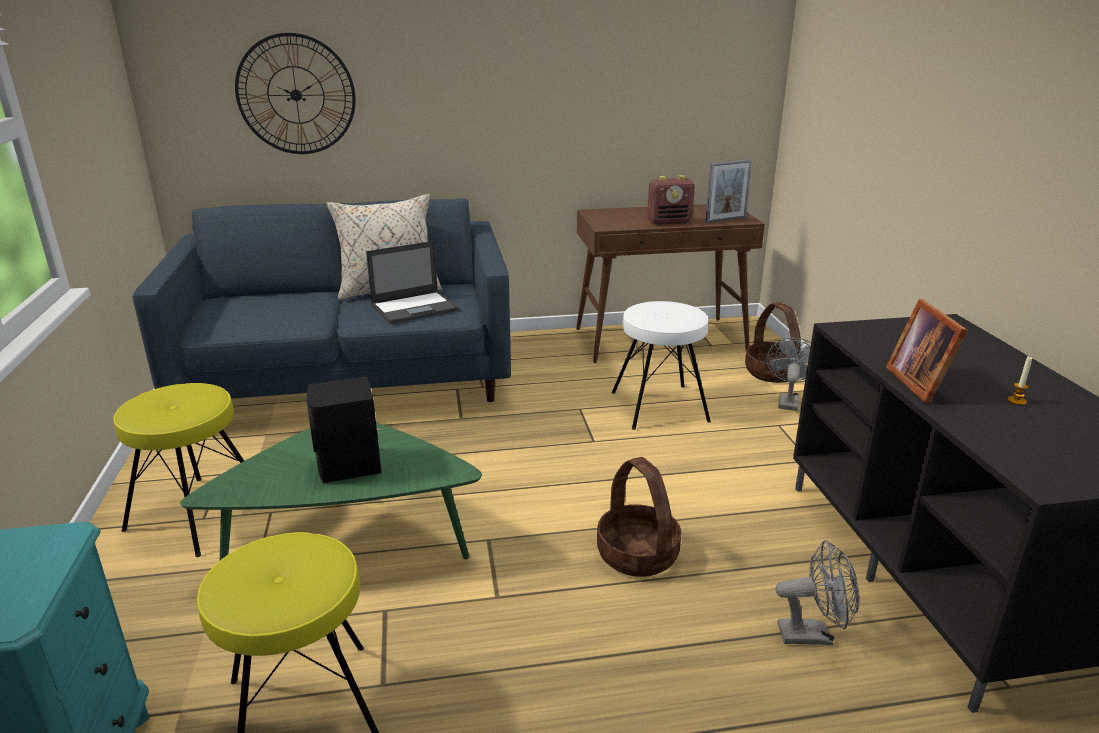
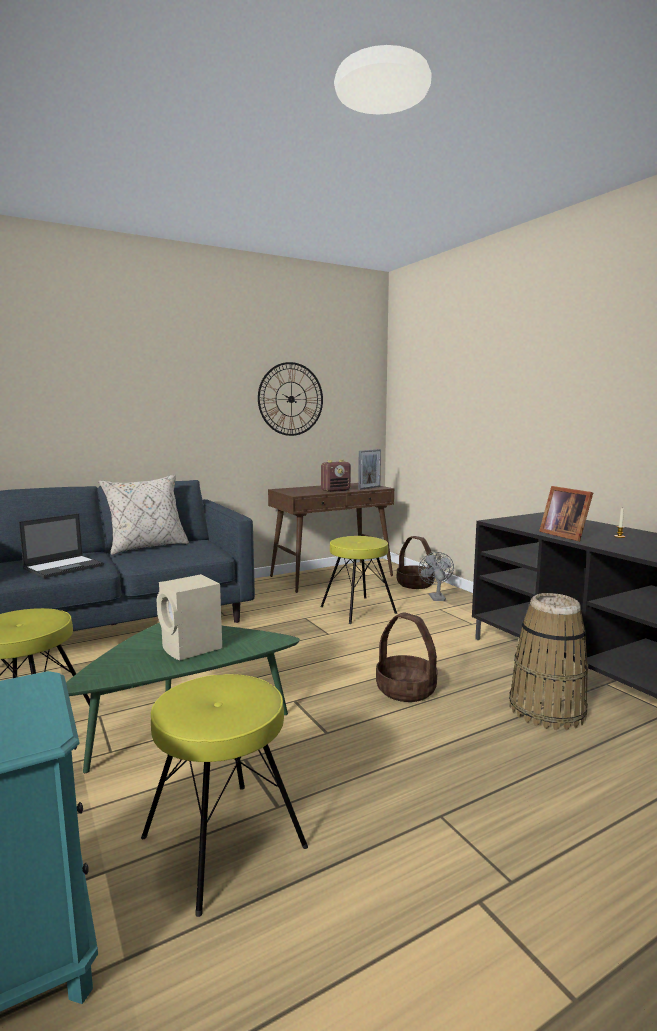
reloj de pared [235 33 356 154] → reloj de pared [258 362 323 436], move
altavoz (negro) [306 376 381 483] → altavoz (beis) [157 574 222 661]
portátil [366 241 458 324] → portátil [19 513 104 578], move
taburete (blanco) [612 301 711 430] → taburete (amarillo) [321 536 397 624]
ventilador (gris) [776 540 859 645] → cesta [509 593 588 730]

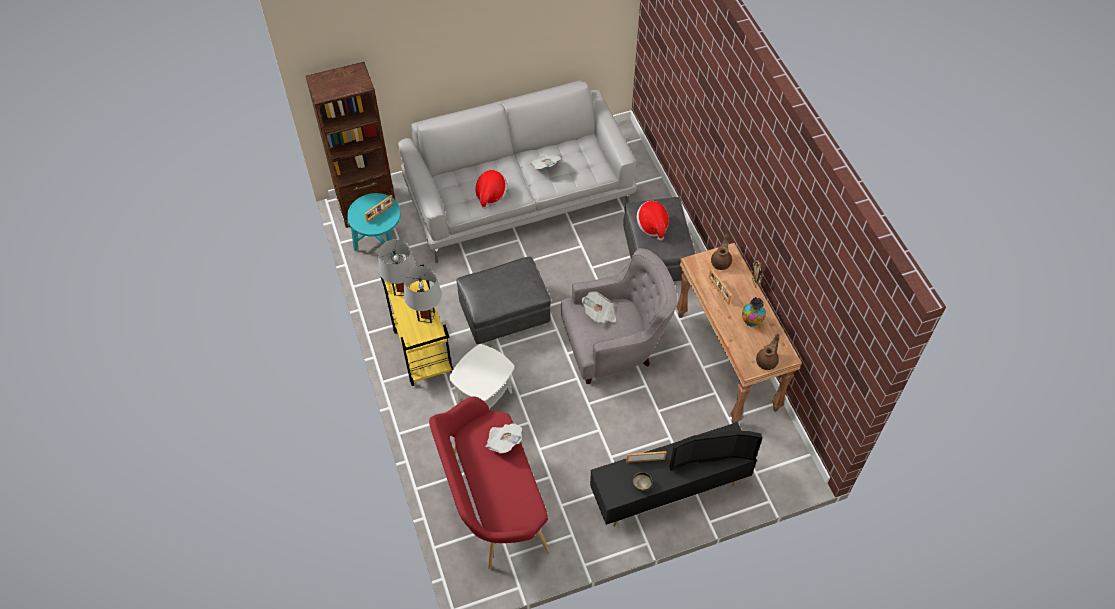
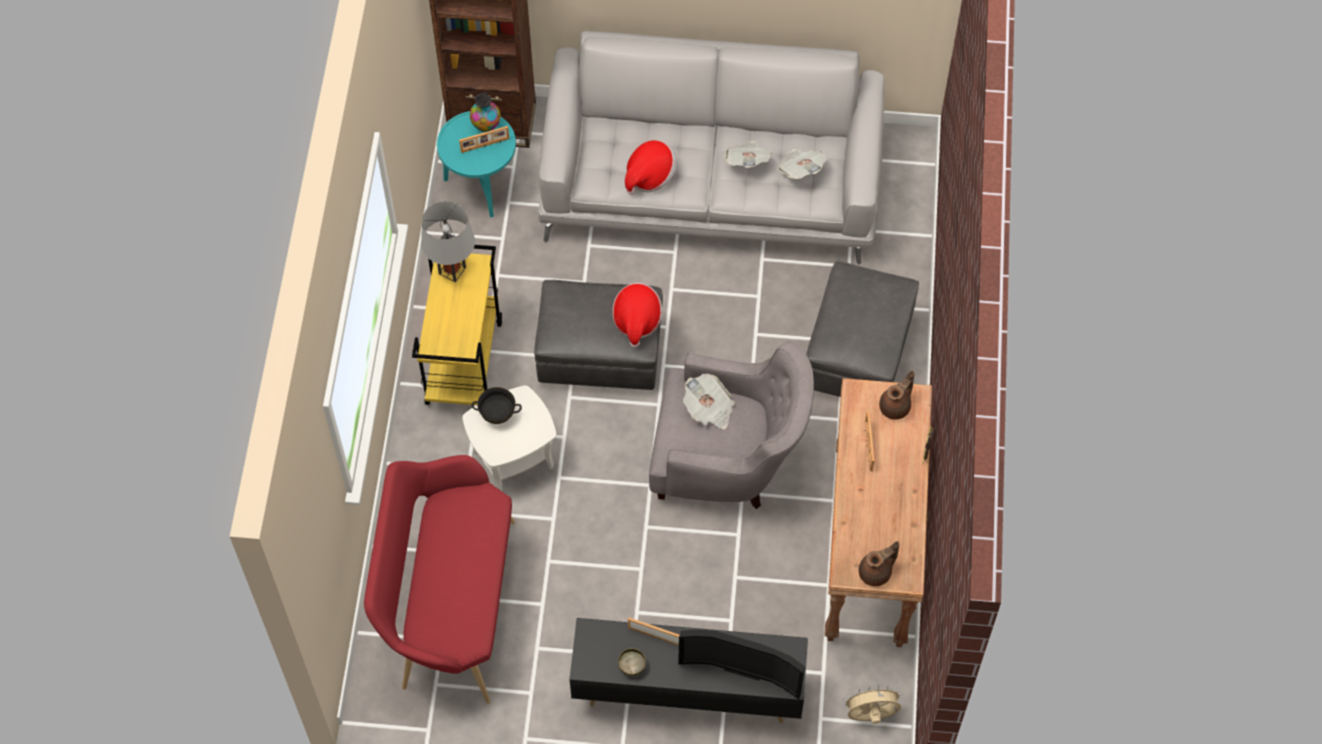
lámpara de mesa (gris) [404 266 442 323] → -
periódico [486 423 522 453] → periódico [776 148 828 179], move
sombrero [637 201 669 241] → sombrero [612 283 662 347], move
florero [742 297 766 327] → florero [470 92 501 132], move
- → cuenco (negro) [472 387 522 424]
- → ventilador (beis) [842 685 903 724]

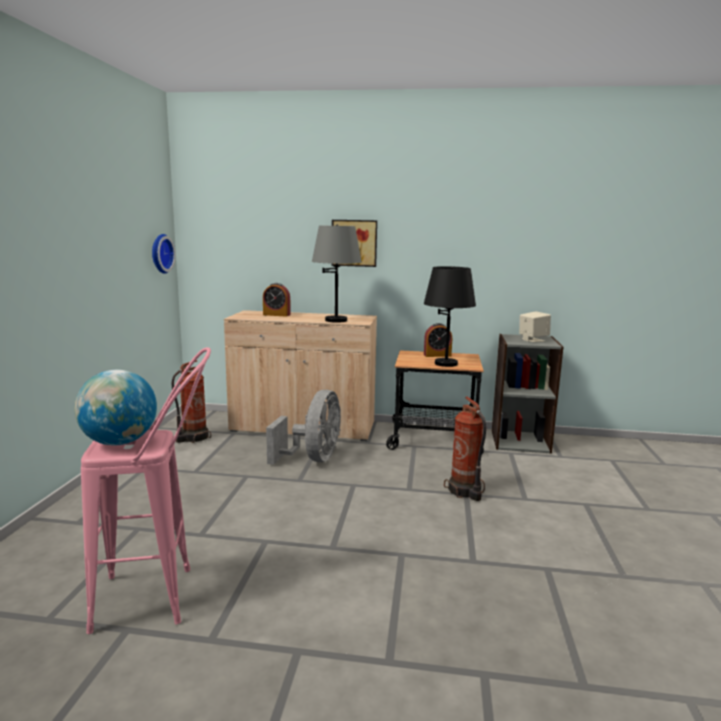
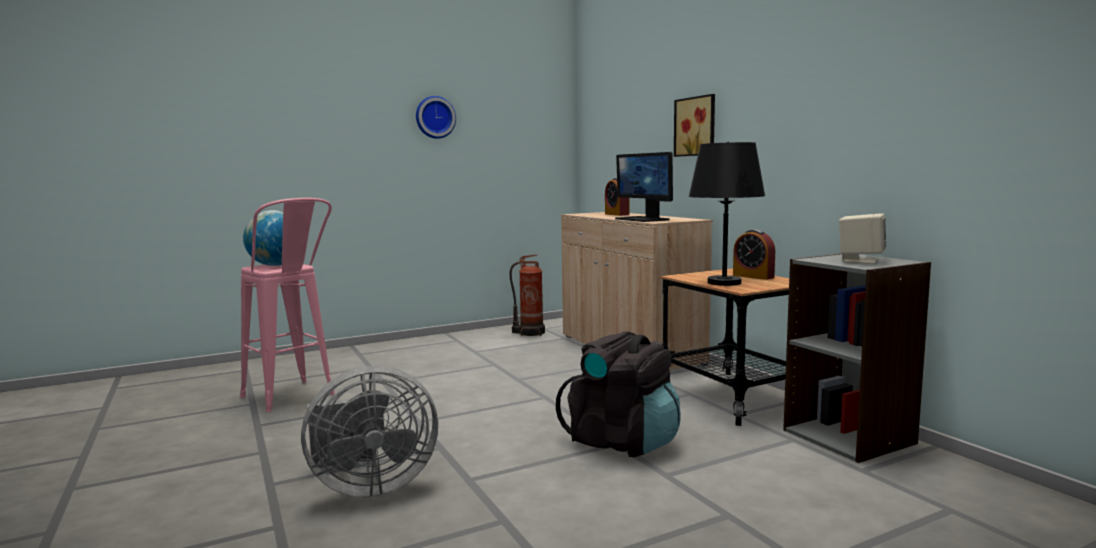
reloj de pared [152 234 176 274] → reloj de pared [416 96 456 139], move
ventilador (gris) [266 390 341 465] → ventilador (gris) [301 366 438 498], move
lámpara de mesa (gris) [312 224 362 323] → monitor [615 152 673 222]
extintor [444 396 486 501] → mochila (negro) [556 331 681 457]

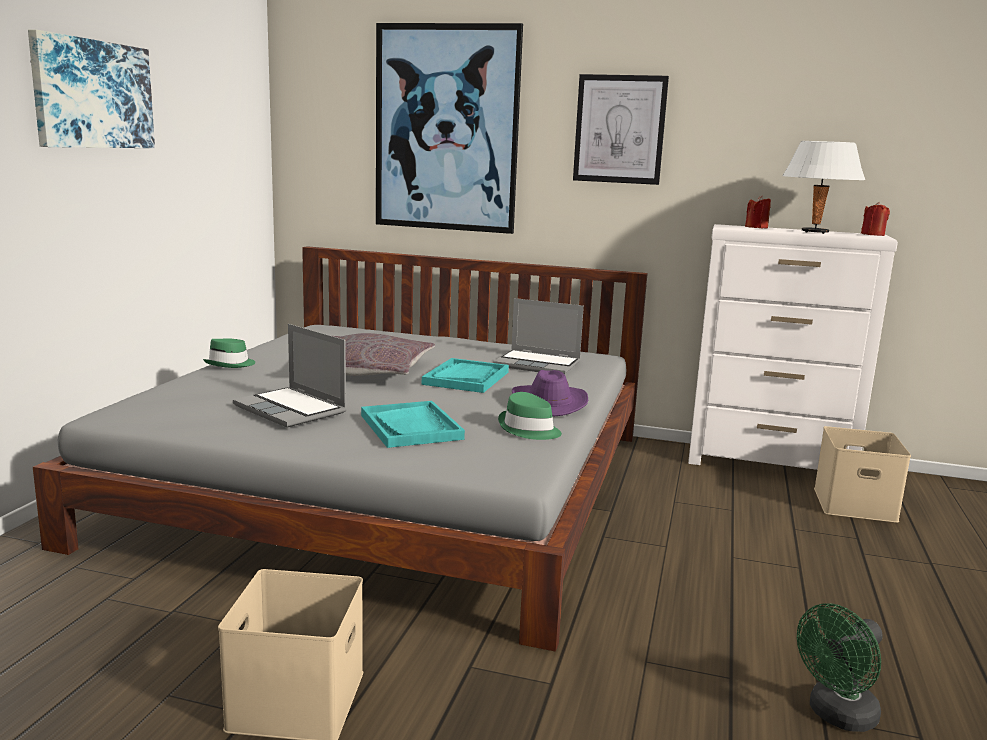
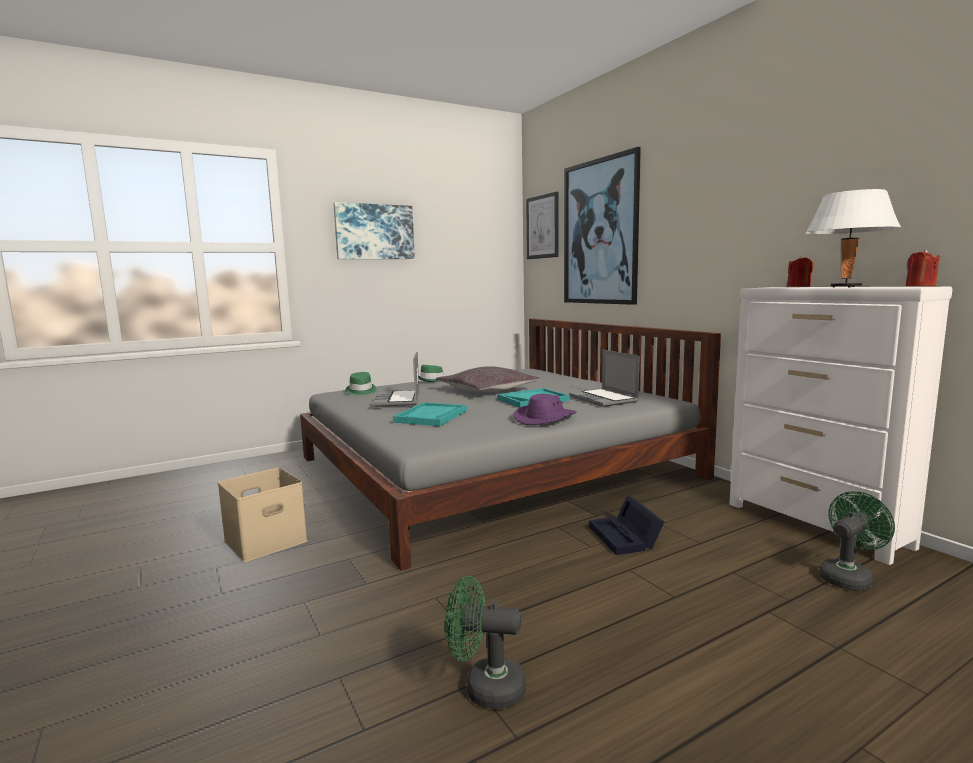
sombrero (verde) [498 392 562 440] → sombrero (verde) [346 372 377 395], move
cuadro [573 74 669 185] → cuadro [526 192 559 259], move
caja de almacenaje (beis) [814 426 911 523] → ventilador (verde) [819 491 895 591]
- → caja de almacenaje (negro) [589 495 664 555]

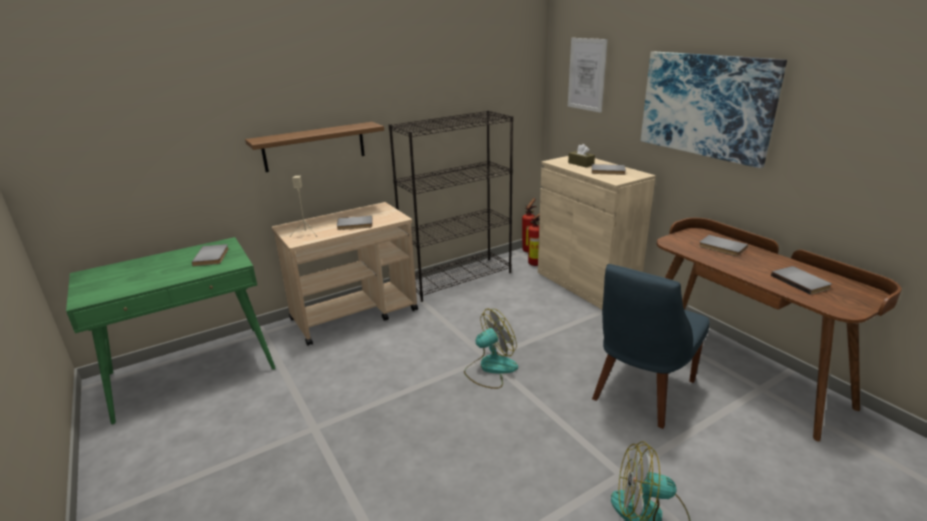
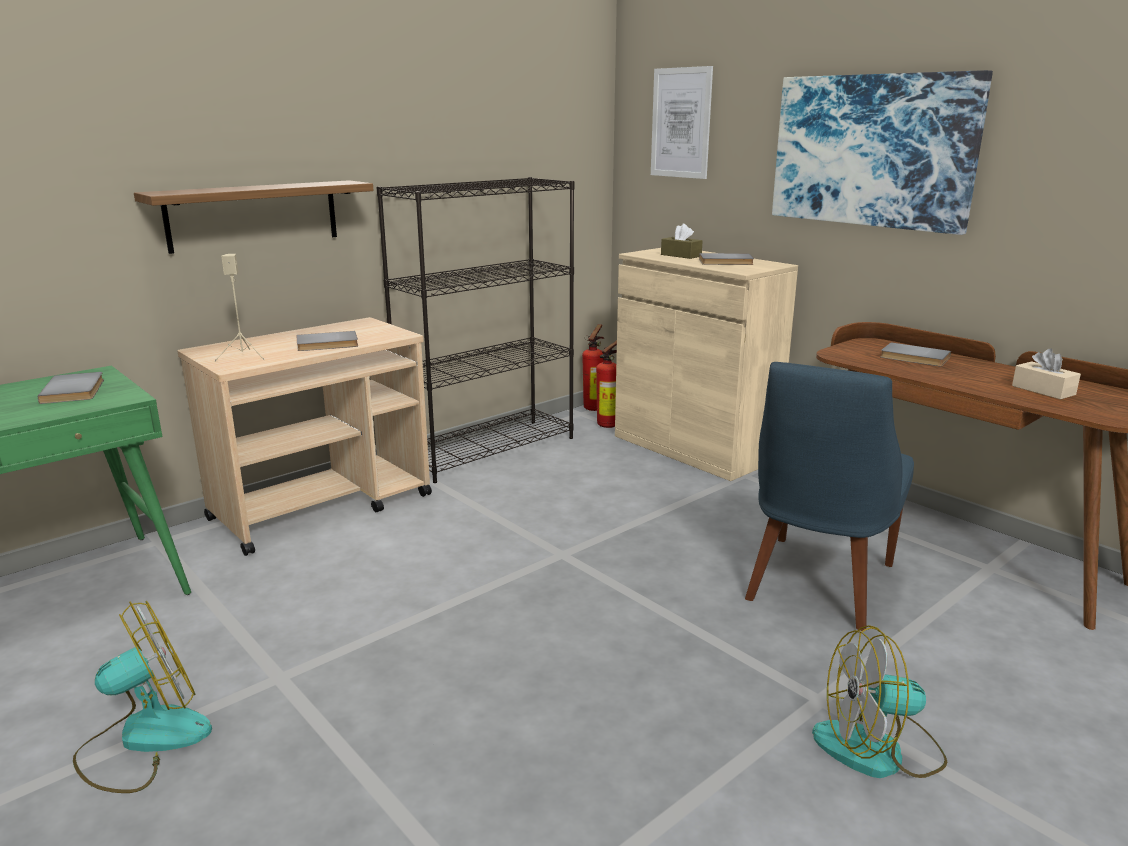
ventilador [464 309 518 389] → ventilador [73 601 212 793], move
libro (gris) [771 266 832 295] → caja de pañuelos (beis) [1012 349 1081 399]

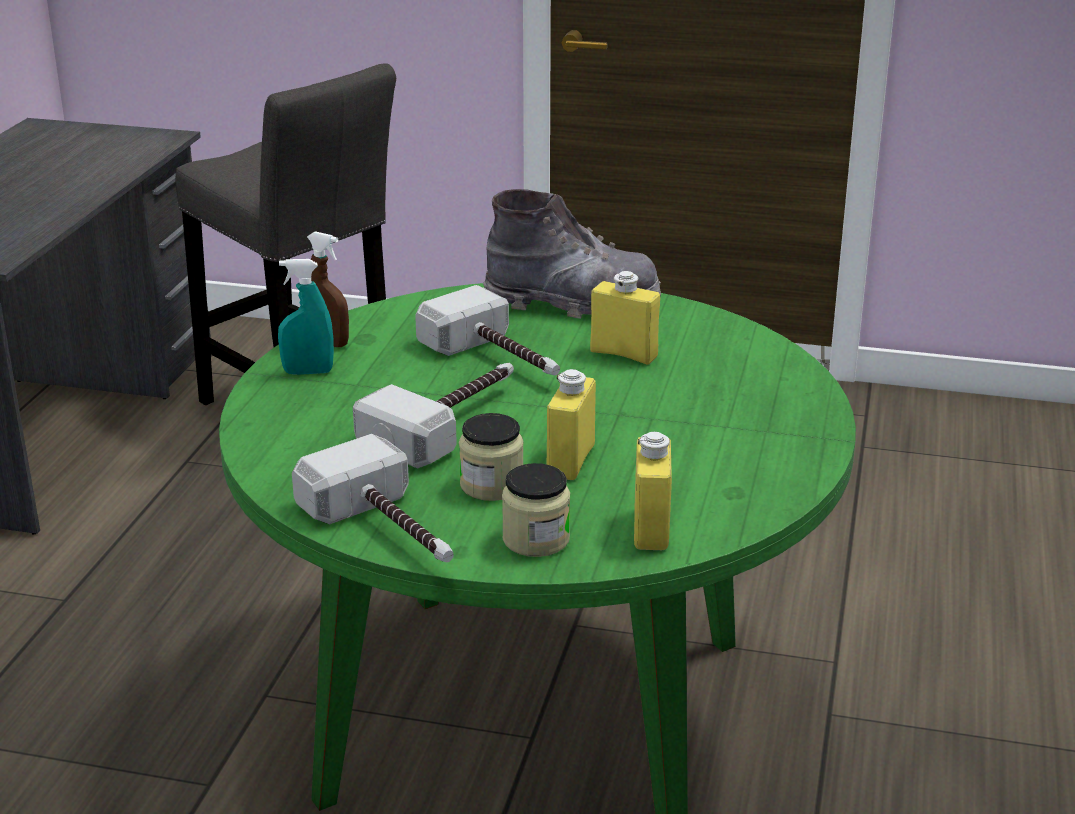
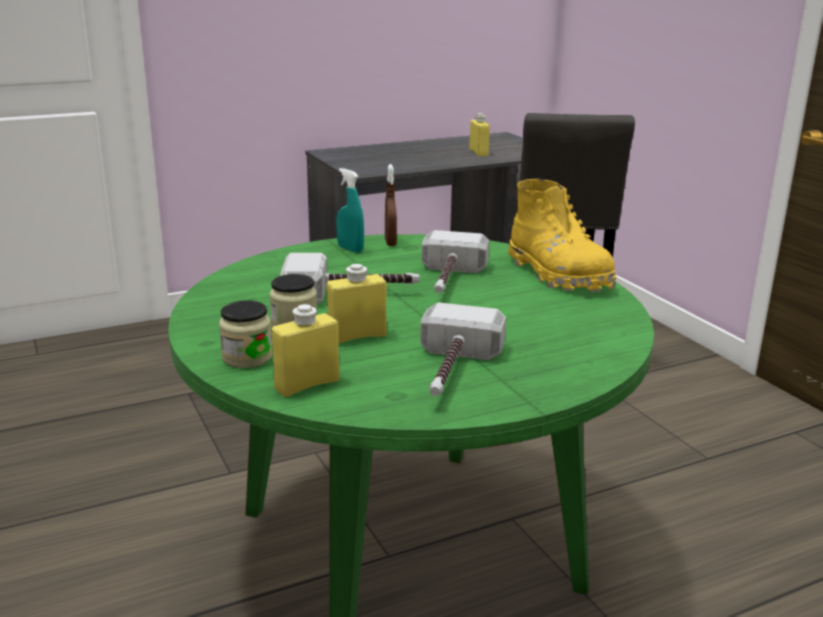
martillo [292 434 454 563] → martillo [420 302 506 396], move
bota (gris) [483 189 661 319] → bota (amarillo) [508 179 617 292]
botella (amarillo) [590 271 660 365] → botella (amarillo) [469 113 490 157], move

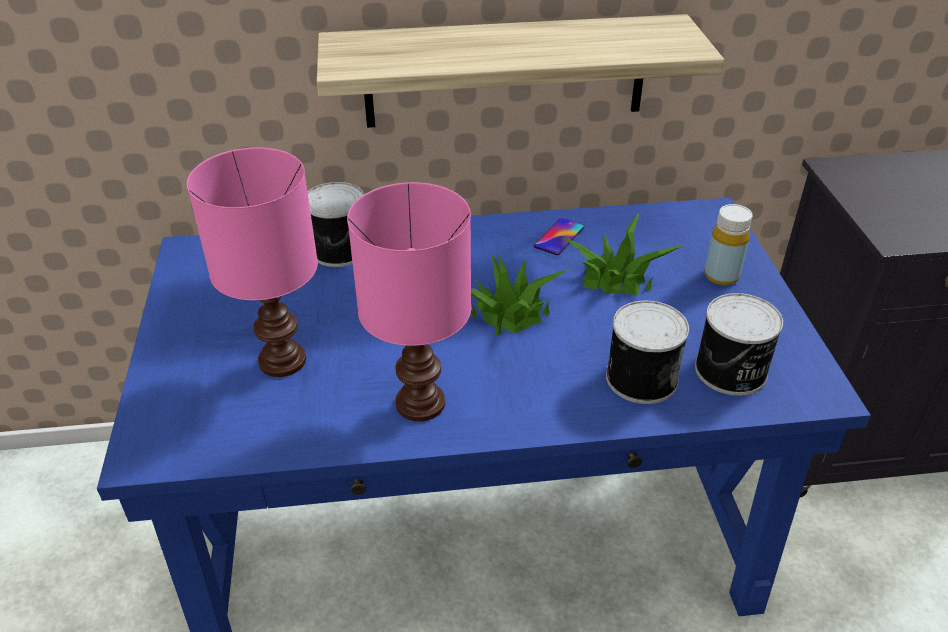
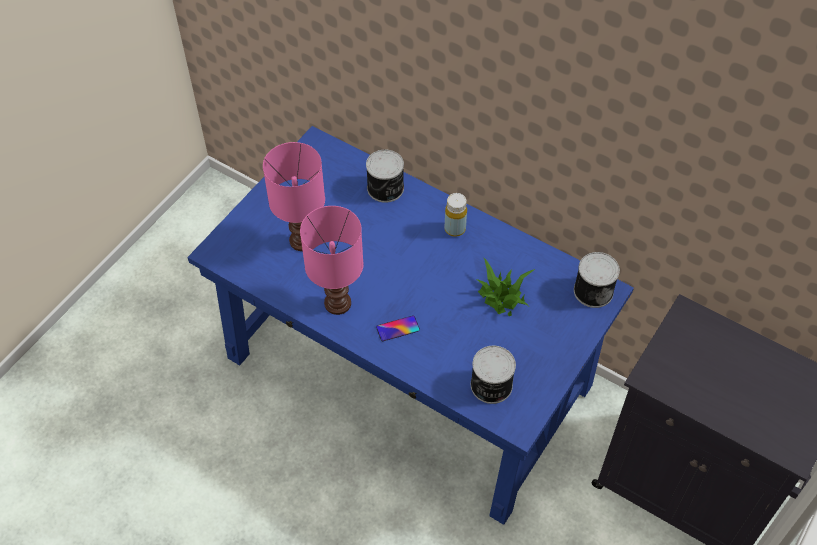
estante [317 14 724 128] → -
planta en maceta [471 253 568 336] → -
móvil [534 218 584 255] → móvil [376 315 420 341], move
lata [606 301 689 404] → lata [574 252 620 308], move
botella (amarillo) [704 204 753 285] → botella (amarillo) [445 193 467 237], move

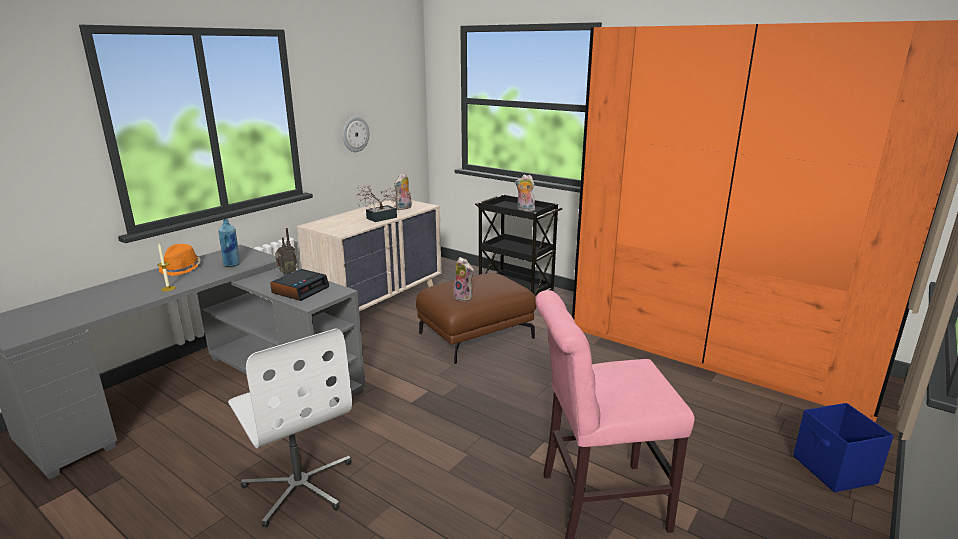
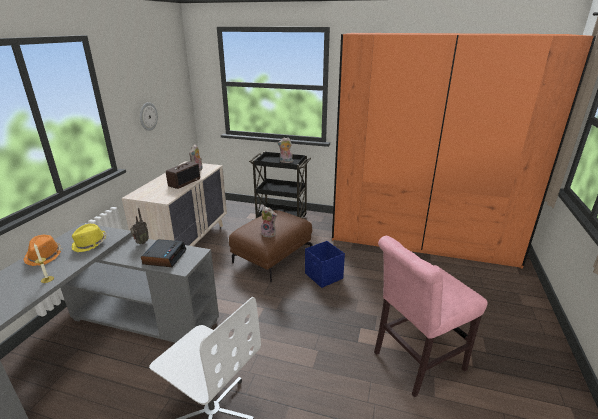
botella (azul) [218 219 240 266] → sombrero (amarillo) [71 224 107 252]
planta en maceta [357 185 399 222] → radio [166 162 200 189]
caja de almacenaje (azul) [793 403 894 492] → caja de almacenaje (azul) [305 241 345 288], move

